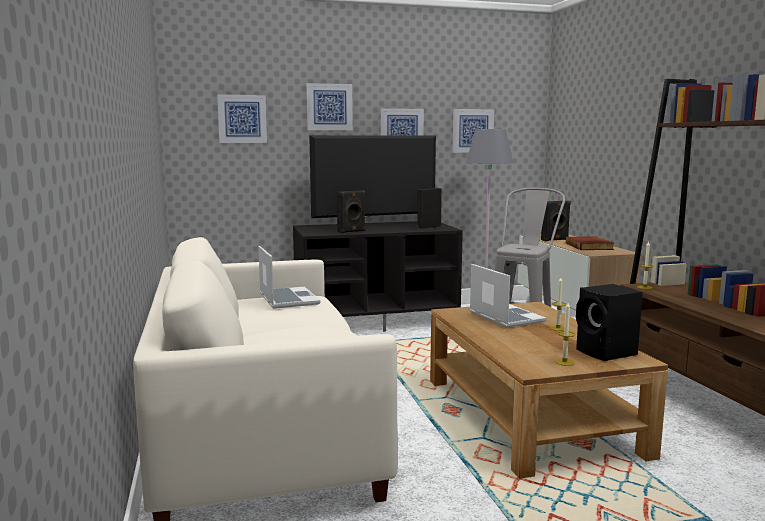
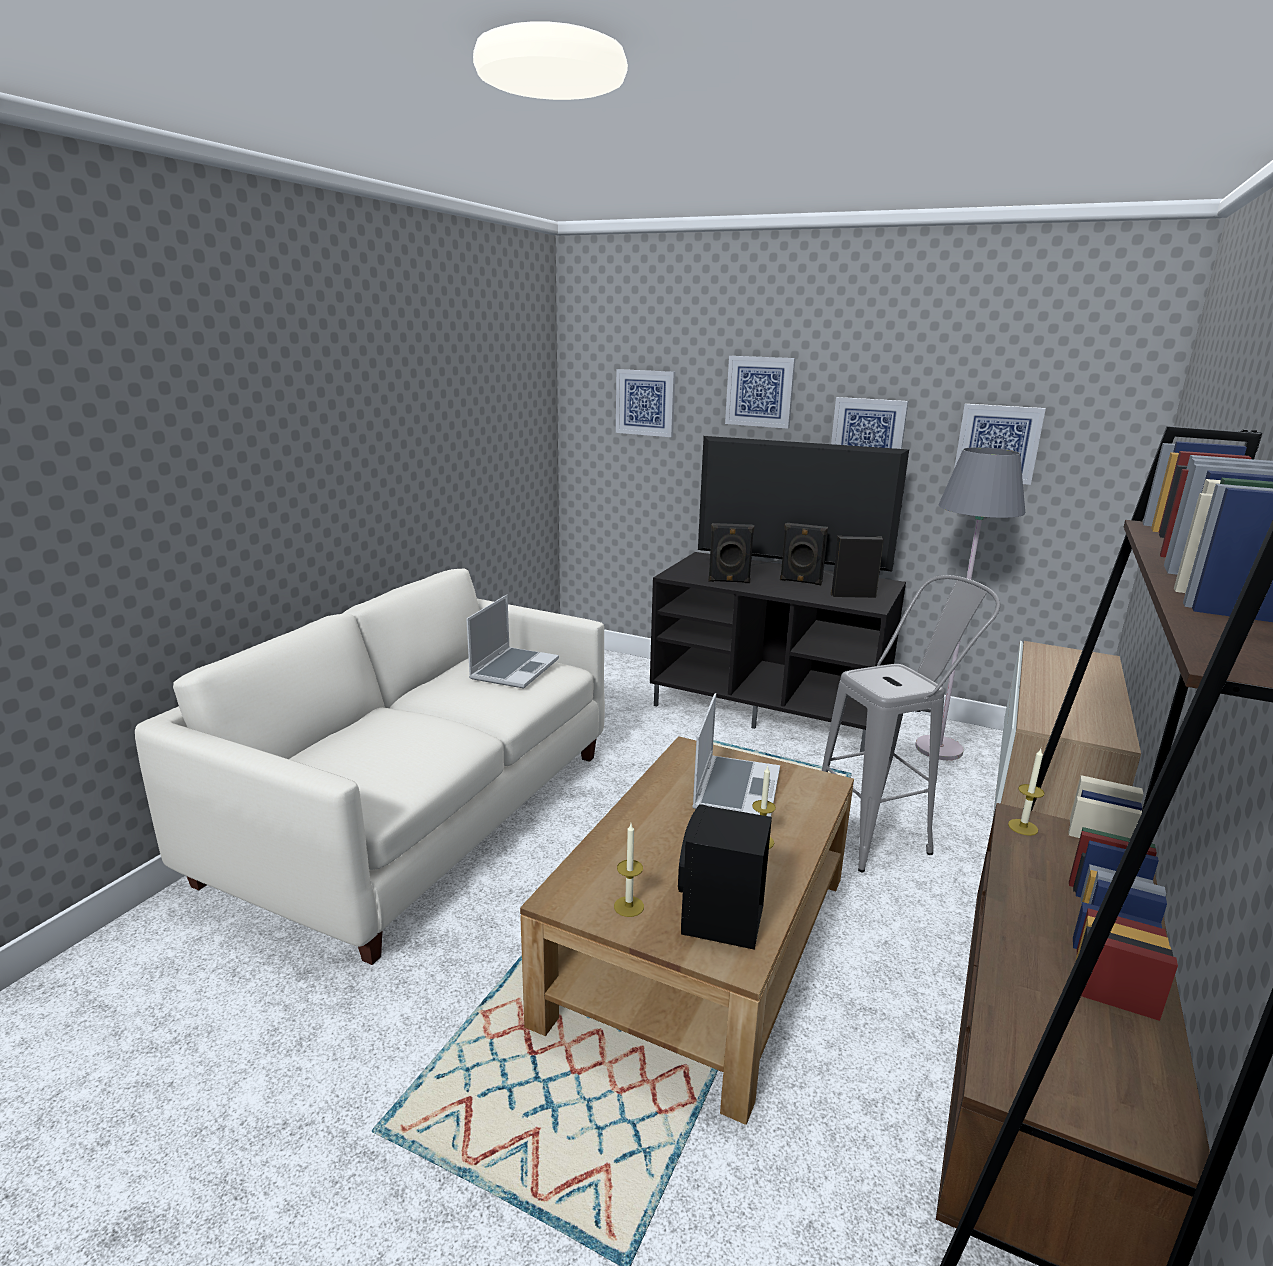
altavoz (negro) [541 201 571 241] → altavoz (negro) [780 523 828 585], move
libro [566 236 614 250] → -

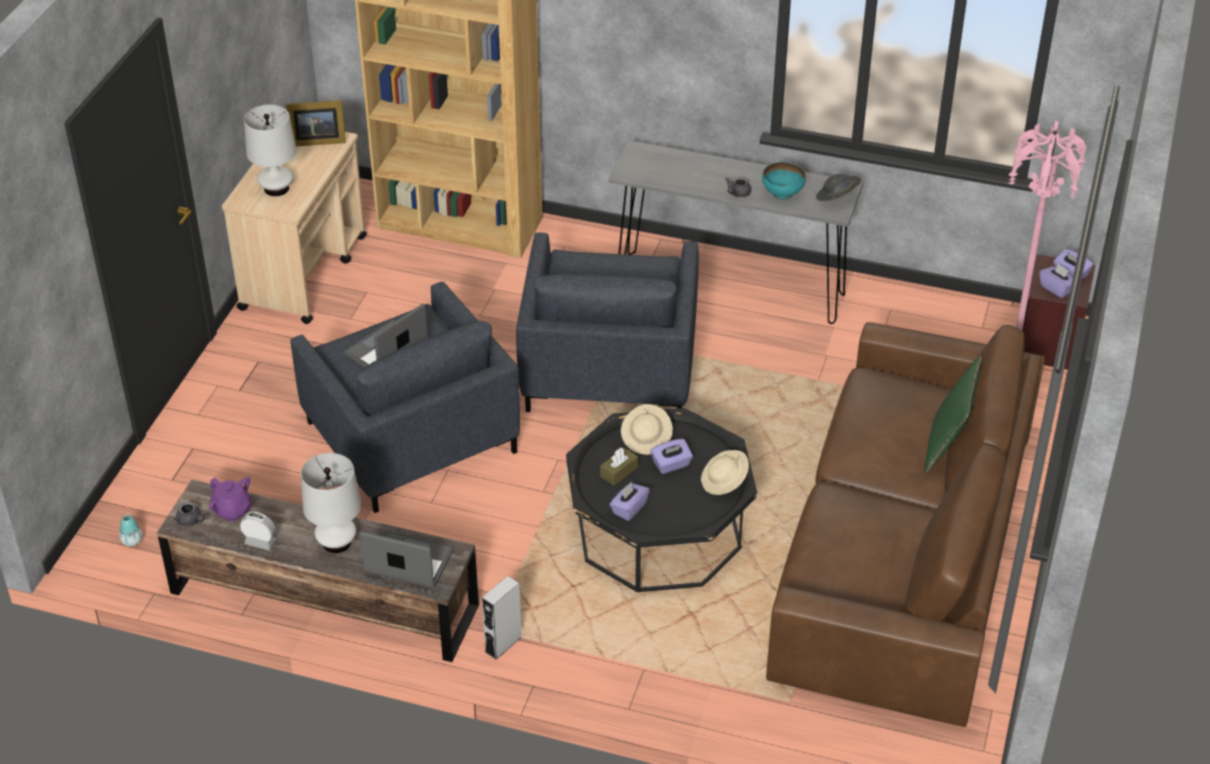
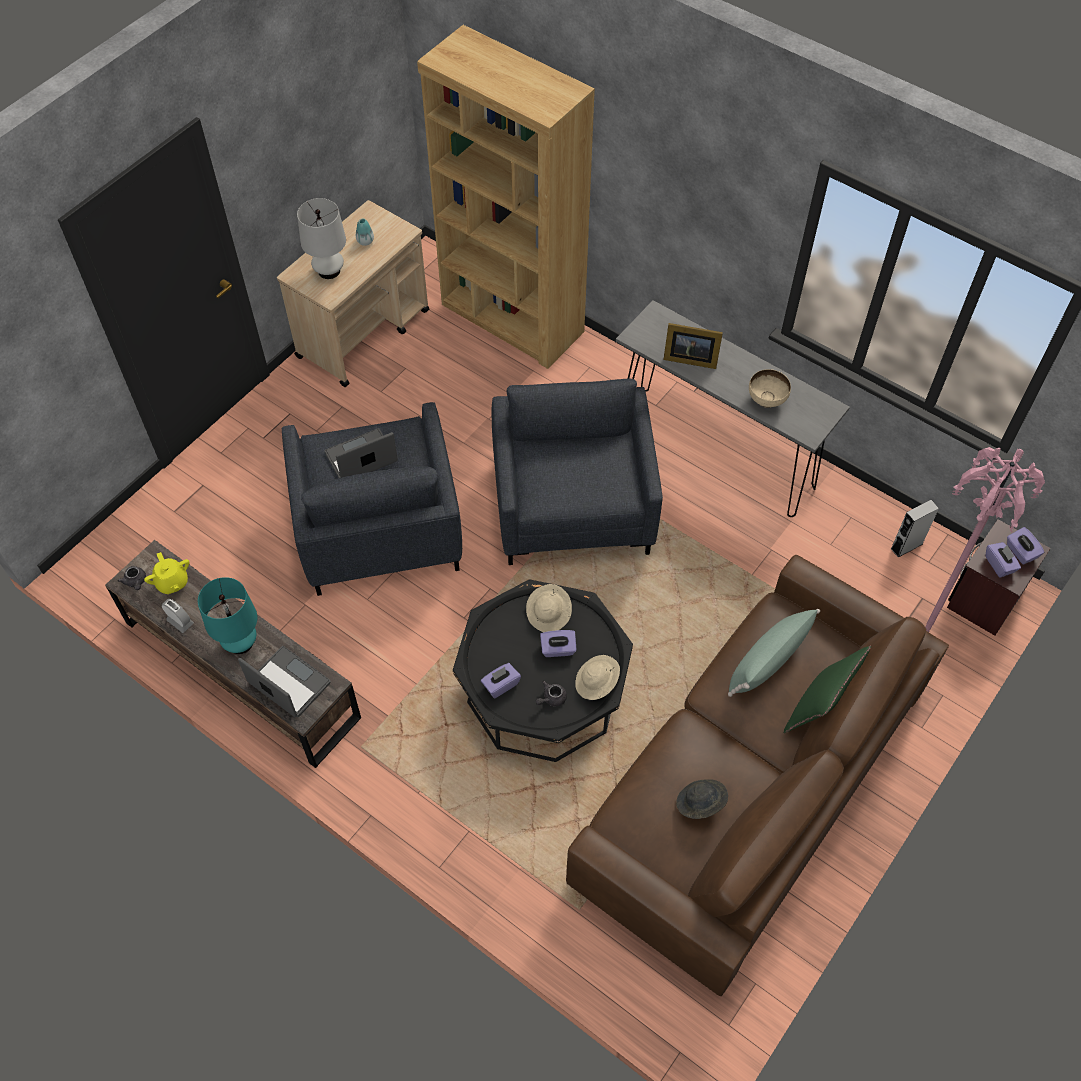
florero [119 515 142 547] → florero [356 219 374 246], move
tetera (morado) [209 477 252 522] → tetera (amarillo) [144 552 189 594]
portarretratos [286 100 346 146] → portarretratos [663 323 723 369], move
lámpara de mesa (blanco) [301 453 361 553] → lámpara de mesa (turquesa) [198 577 257 654]
altavoz (gris) [482 576 522 659] → altavoz (gris) [890 500 939 558], move
sillón (gris) [516 232 699 412] → sillón (gris) [492 378 663 565], 150 degrees clockwise
caja de pañuelos (marrón) [600 448 638 485] → -
tetera (gris) [725 177 751 197] → tetera (gris) [536 681 567 706], move
cuenco (turquesa) [762 162 806 201] → cuenco (beis) [749 369 791 408]
sombrero (gris) [816 174 861 201] → sombrero (gris) [676 779 728 819], move
- → cojín (verde) [728 609 820 697]

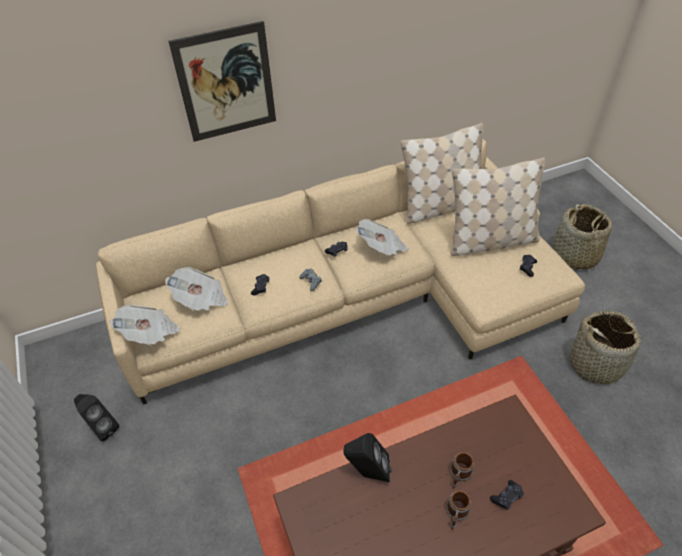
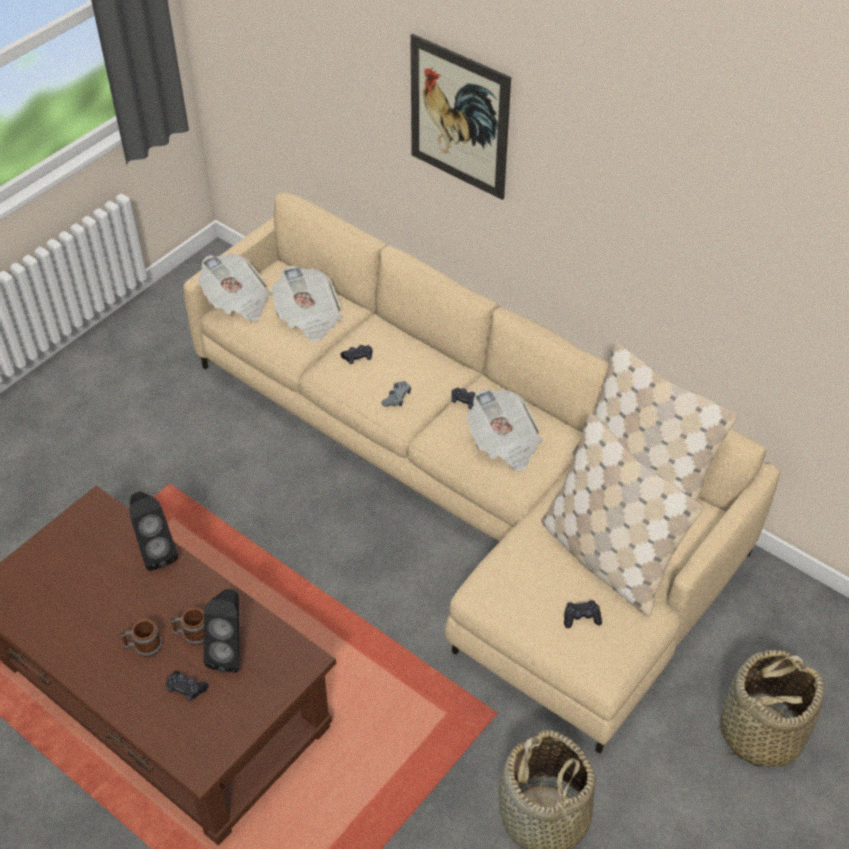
altavoz (negro) [74 394 119 441] → altavoz (negro) [204 589 239 673], move

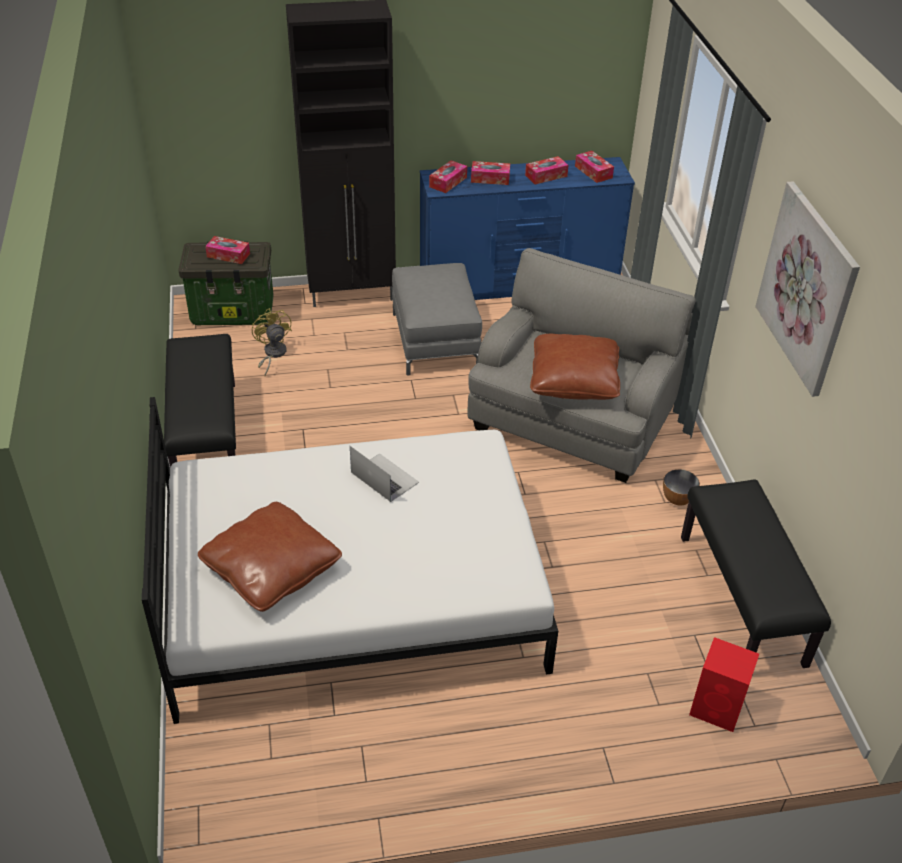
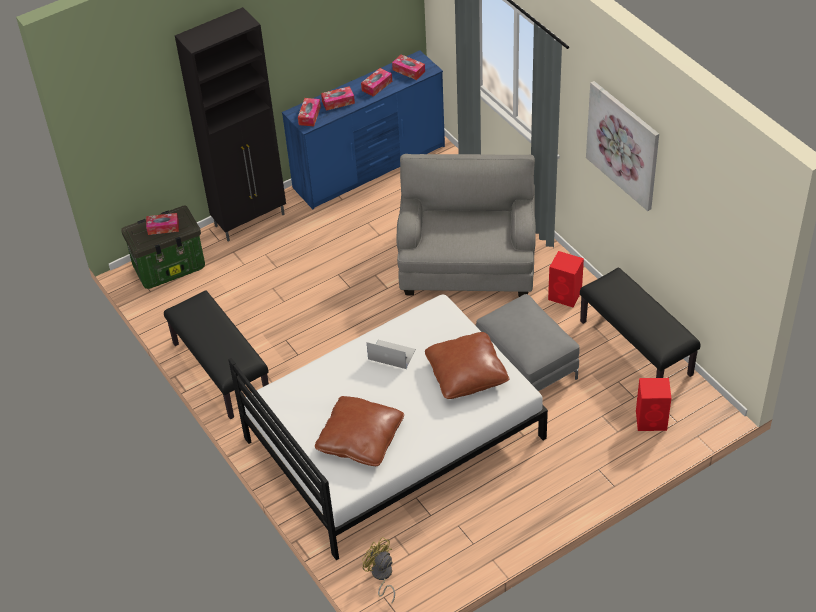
ventilador (amarillo) [252 308 292 376] → ventilador (amarillo) [362 537 395 603], move
puf (gris) [392 263 482 376] → puf (gris) [476 294 580 391], move
cojín (marrón) [530 334 620 400] → cojín (marrón) [425 332 510 399], move
cuenco [663 469 700 506] → altavoz (rojo) [548 251 584 307]

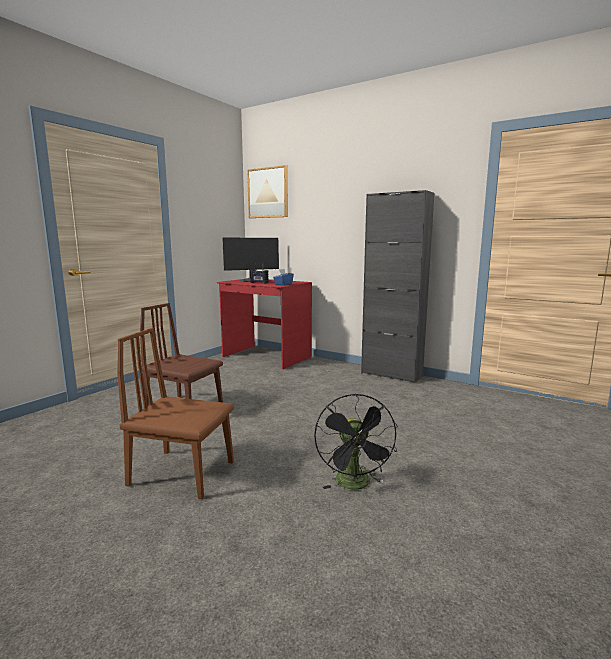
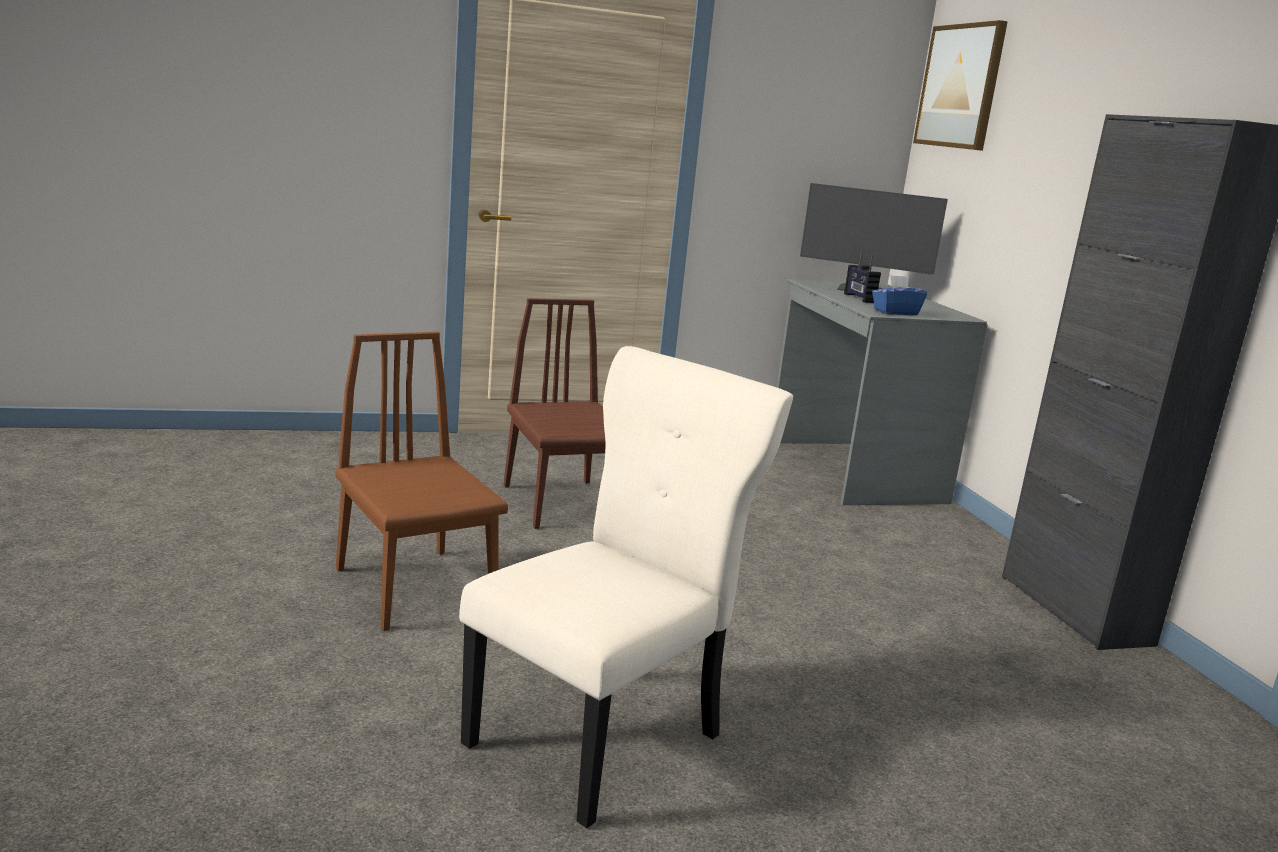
escritorio (rojo) [217 279 312 369] → escritorio (gris) [777 279 988 505]
ventilador (negro) [314 393 398 490] → silla (beis) [459 346 793 828]

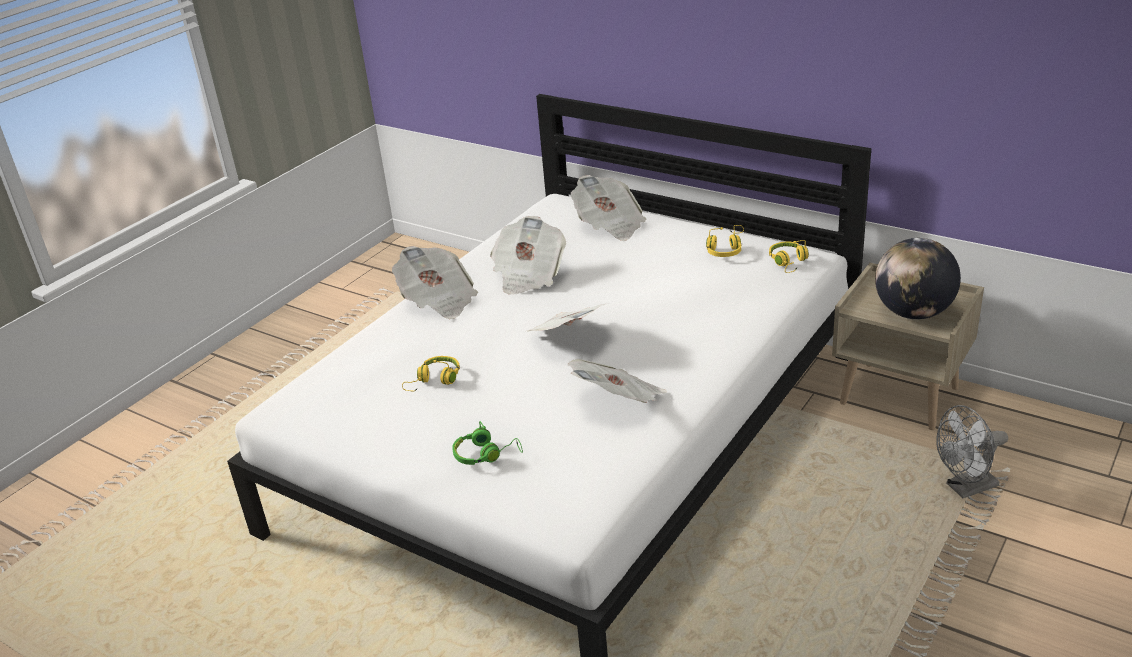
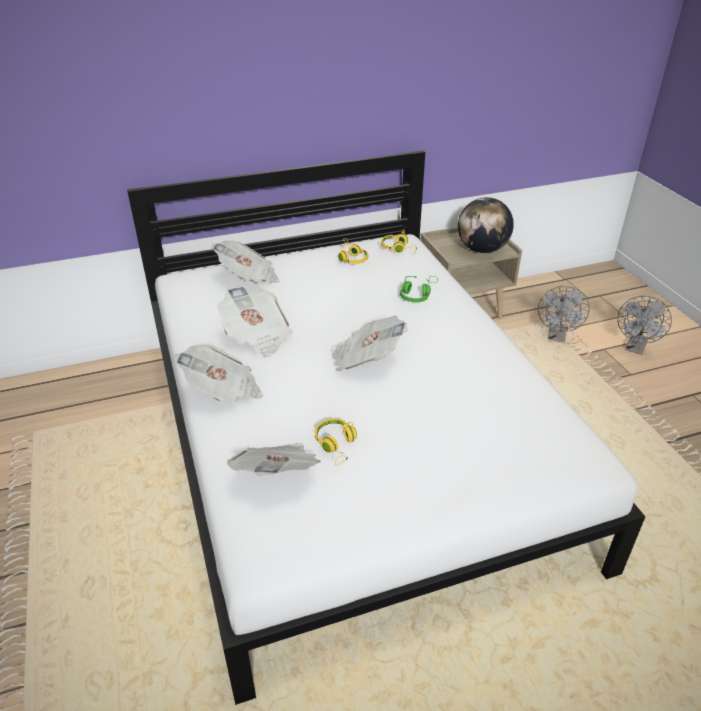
auriculares (verde) [452 421 523 465] → auriculares (verde) [400 276 438 302], move
periódico [568 359 667 403] → periódico [227 443 321 475], move
- → ventilador (gris) [617 296 672 355]

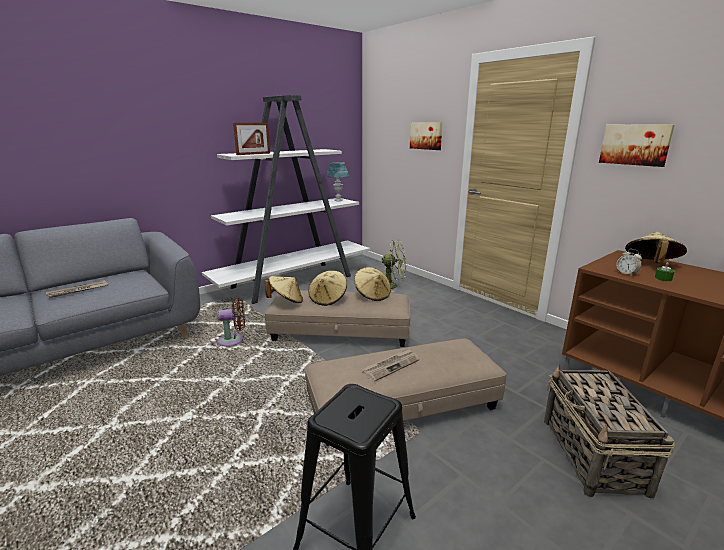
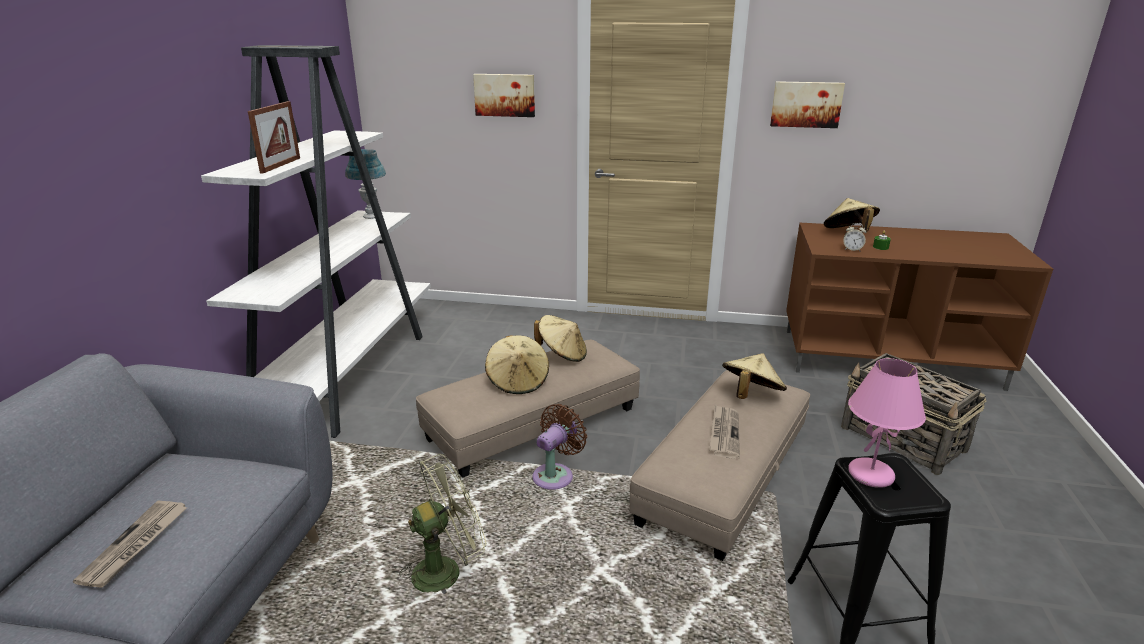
ventilador (marrón) [217 298 245 346] → ventilador (marrón) [532 404 587 490], move
sombrero (beis) [265 276 303 303] → sombrero (beis) [722 353 787 399], move
ventilador (verde) [382 240 406 292] → ventilador (verde) [399 454 486 594], move
- → lámpara de mesa (rosa) [848 358 926 488]

